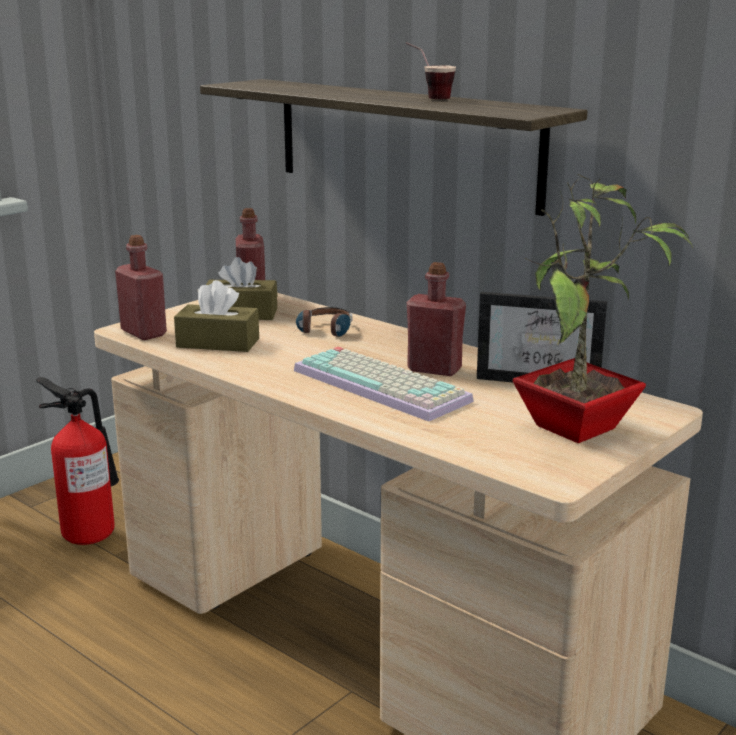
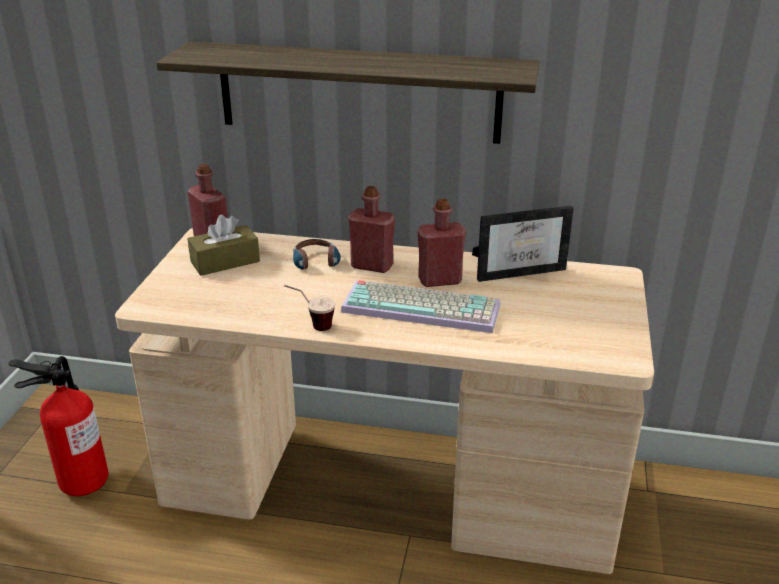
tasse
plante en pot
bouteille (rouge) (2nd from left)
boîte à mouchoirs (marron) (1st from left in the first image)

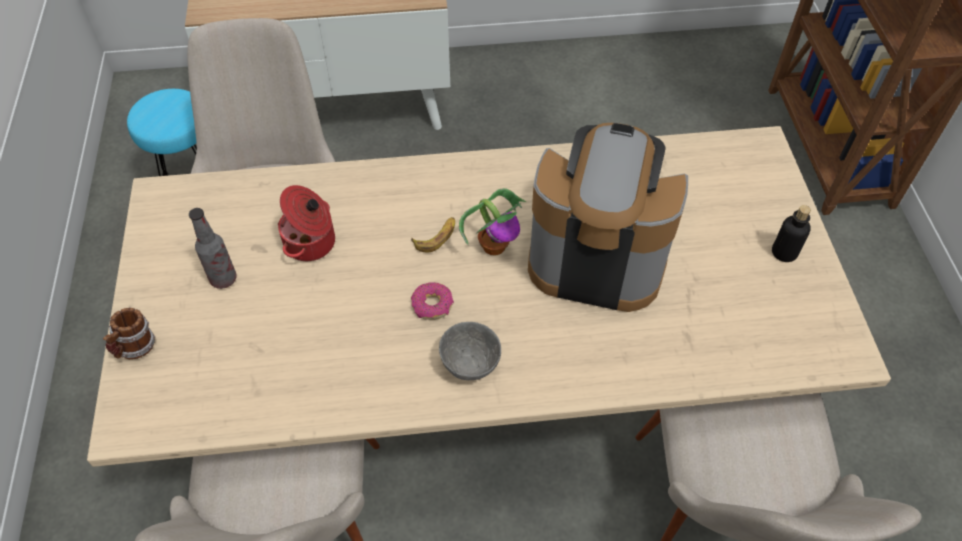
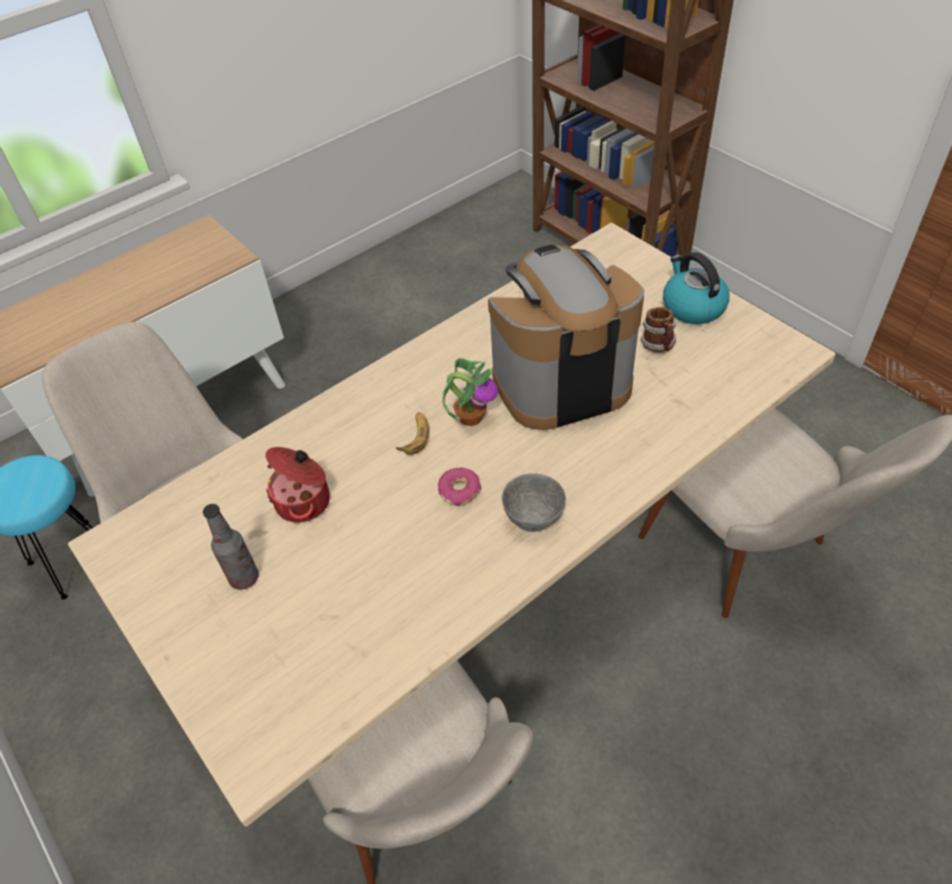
bouilloire
mug

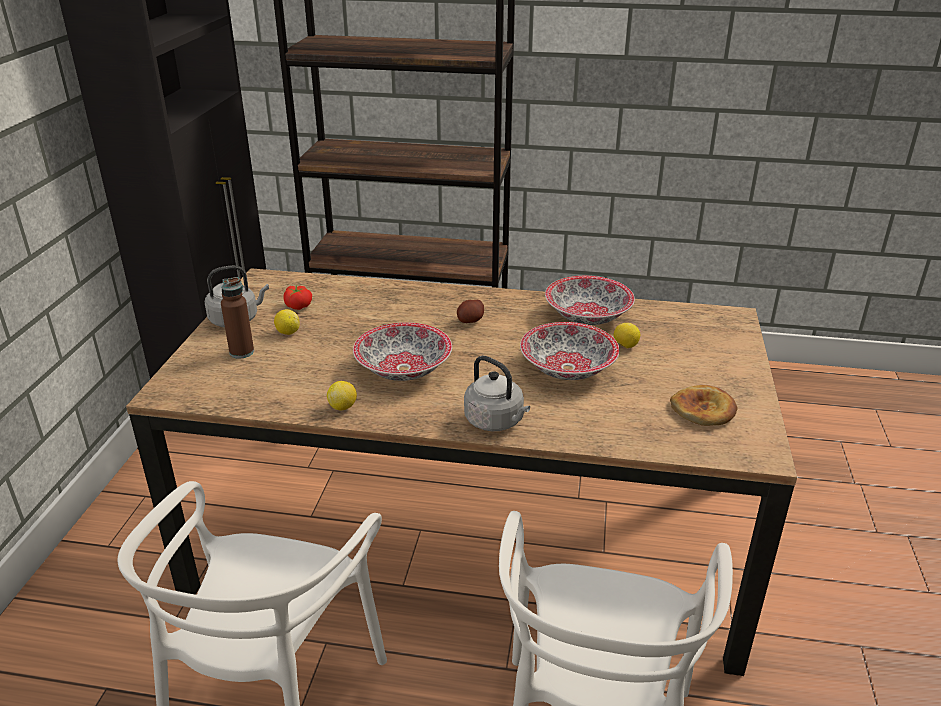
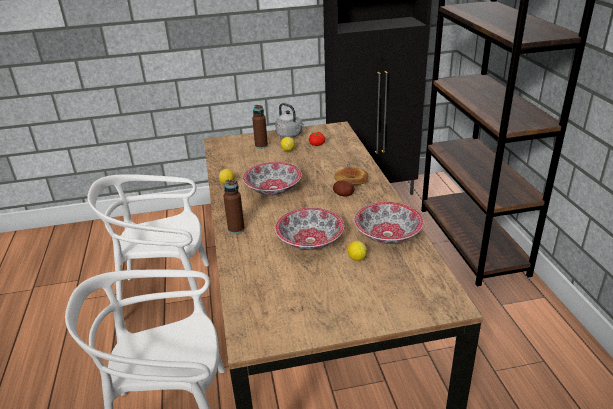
bouteille (marron) (1st from left)
pain

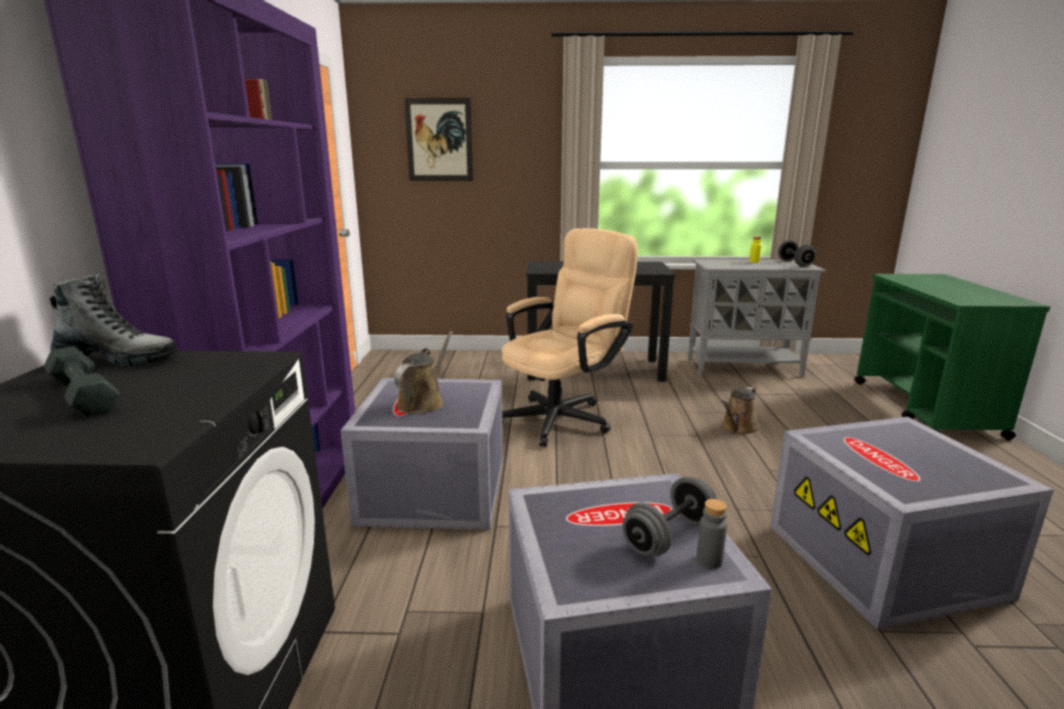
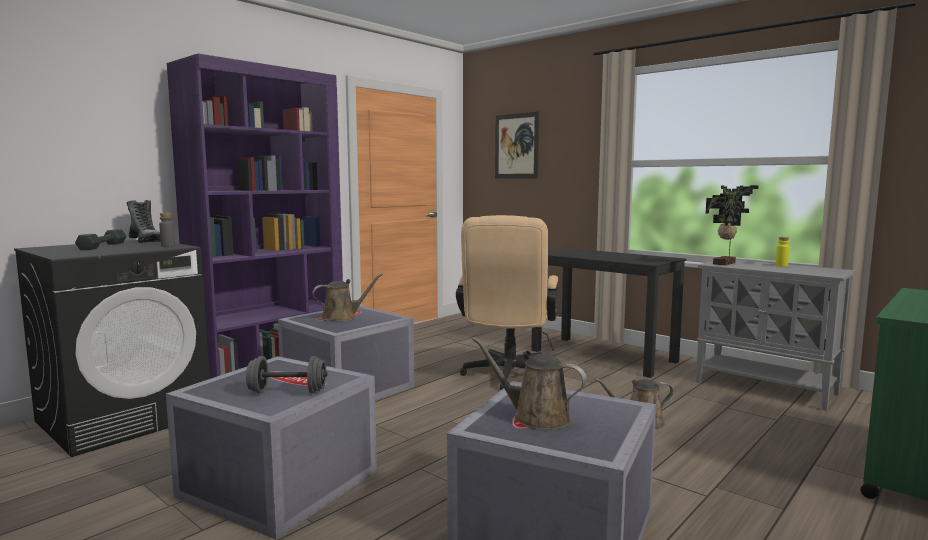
chaise de bureau (beige)
haltère (gris) (3rd from left in the first image)
bouteille (gris)
plante en pot
arrosoir (marron) (2nd from left)

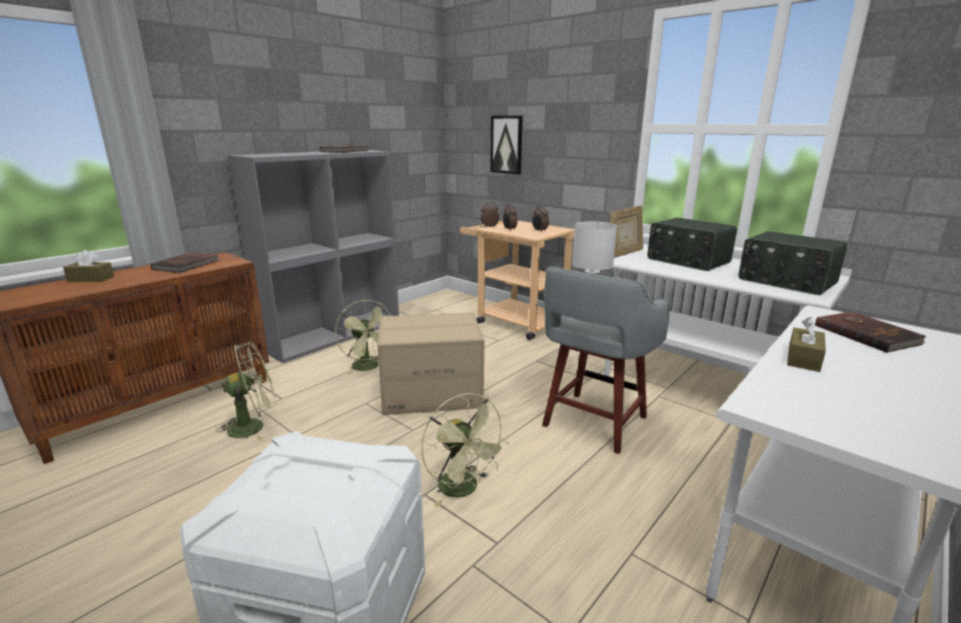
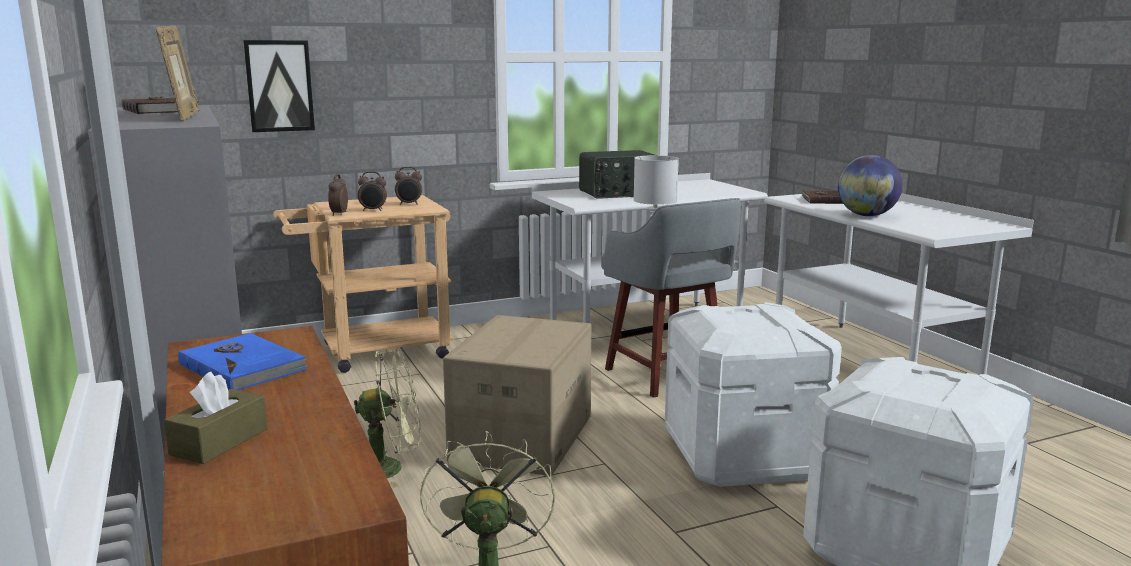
cadre photo
radio (2nd from left in the first image)
livre (bleu)
globe
boîte de rangement (blanc) (1st from left)

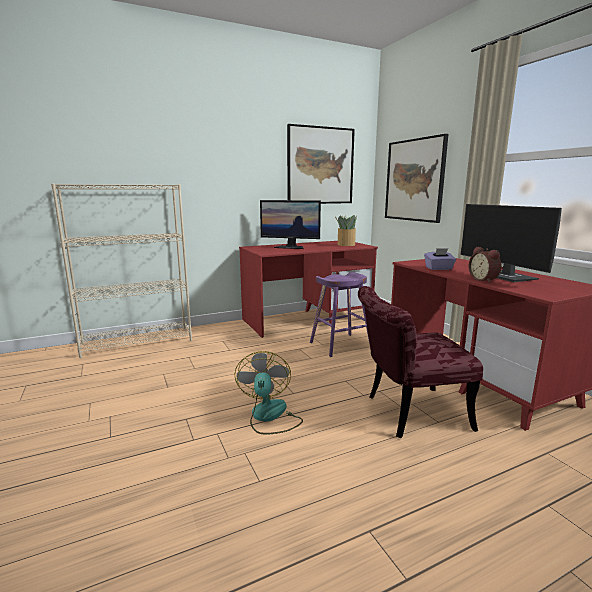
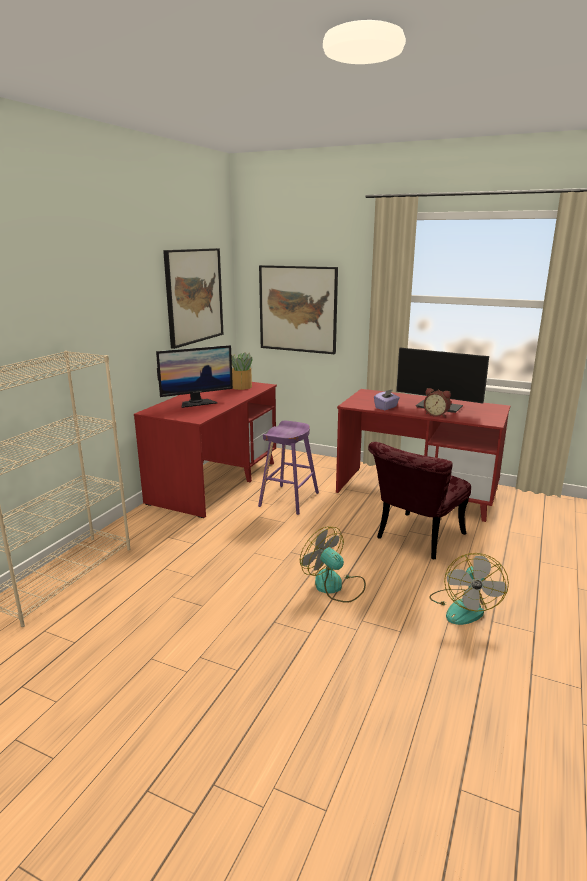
ventilateur (2nd from left)

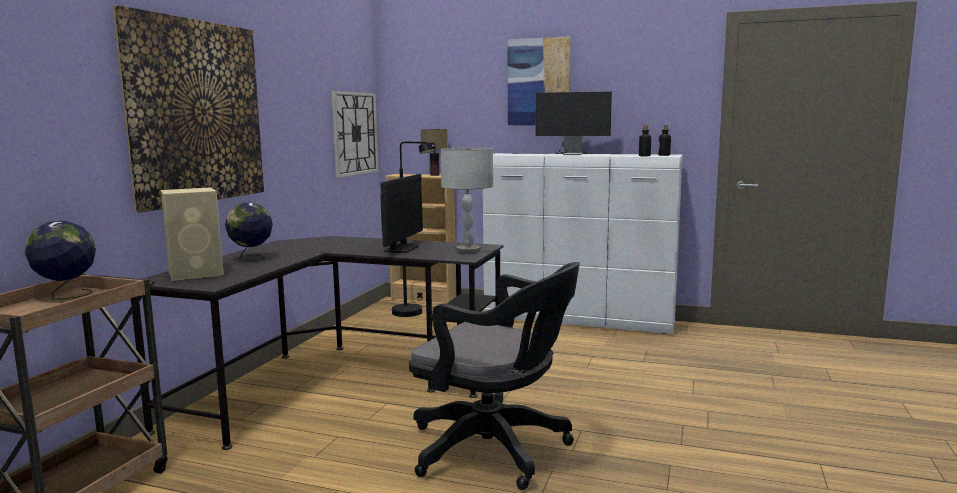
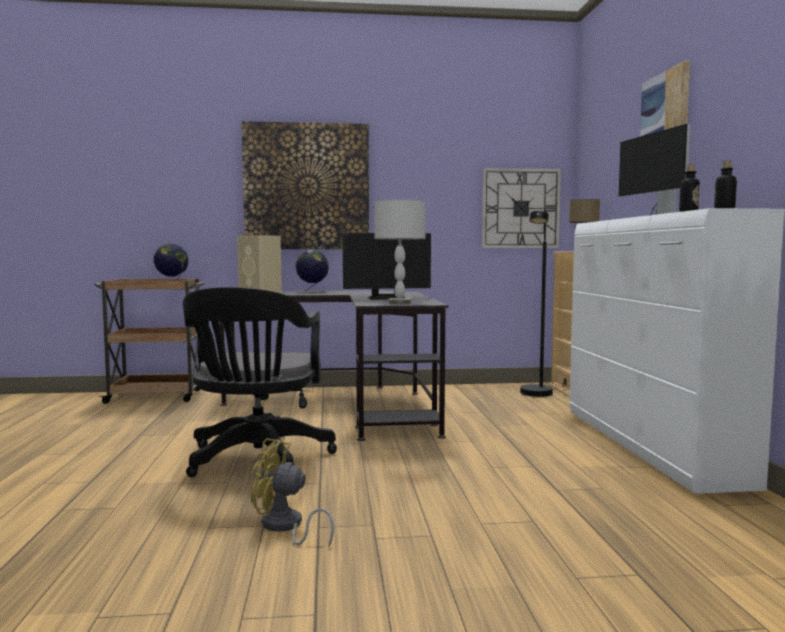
ventilateur (jaune)

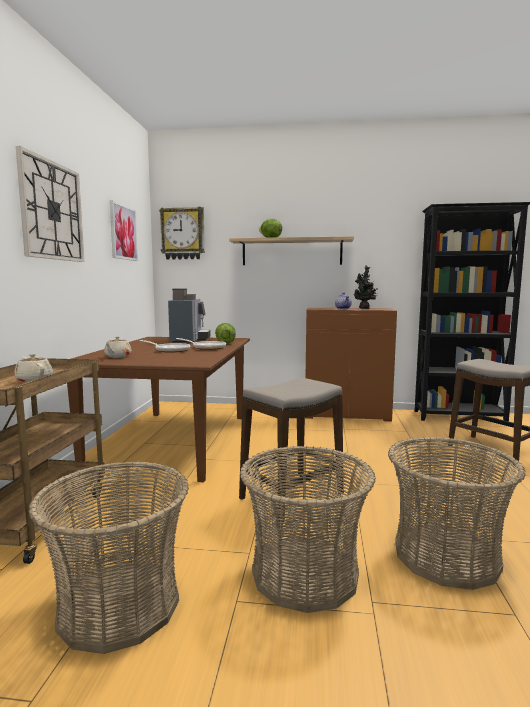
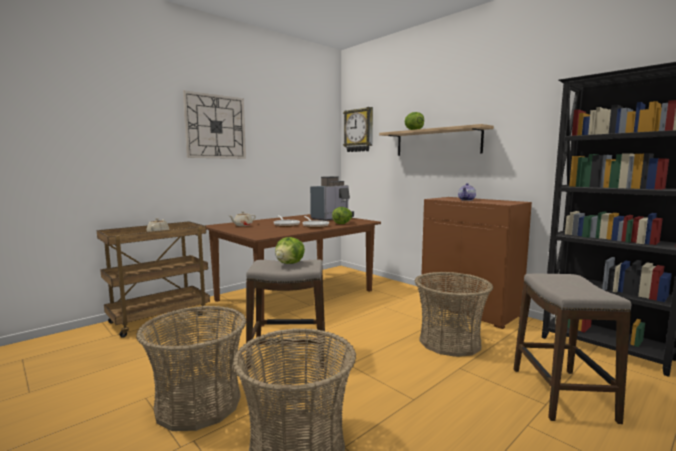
tableau
plante en pot
panier (3rd from left)
laitue (1st from left)

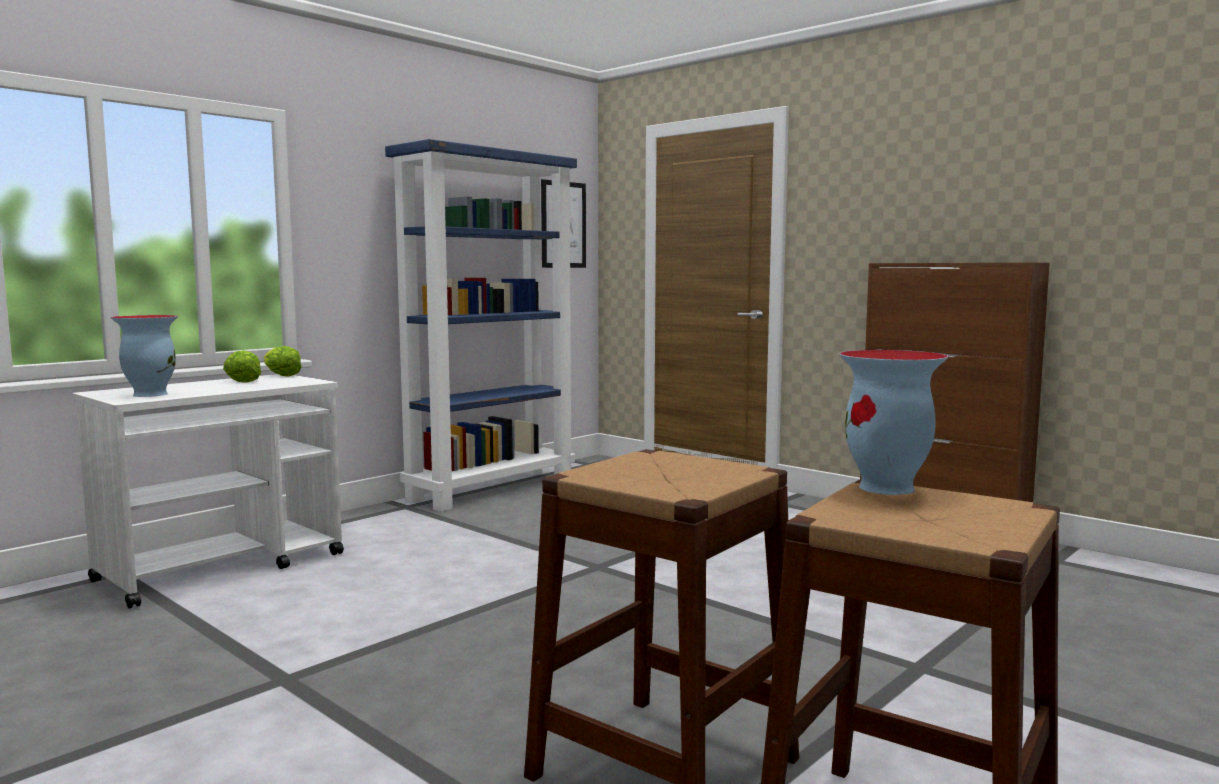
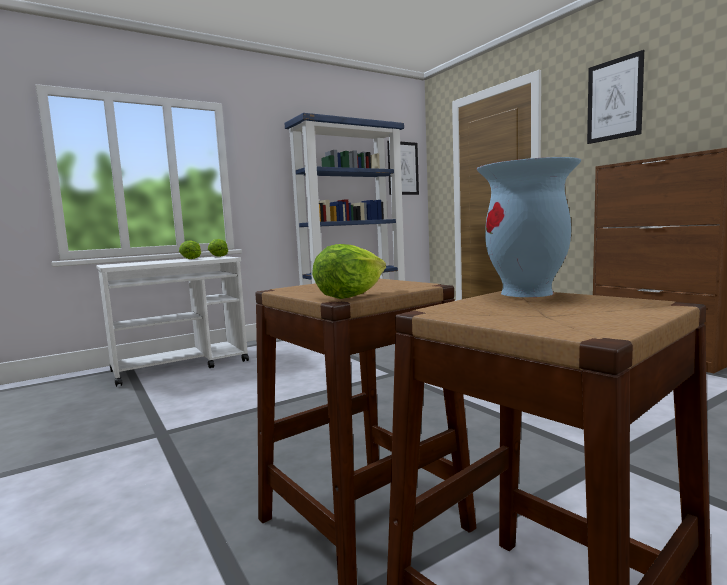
vase (1st from left in the first image)
tableau (2nd from left)
laitue (3rd from left)

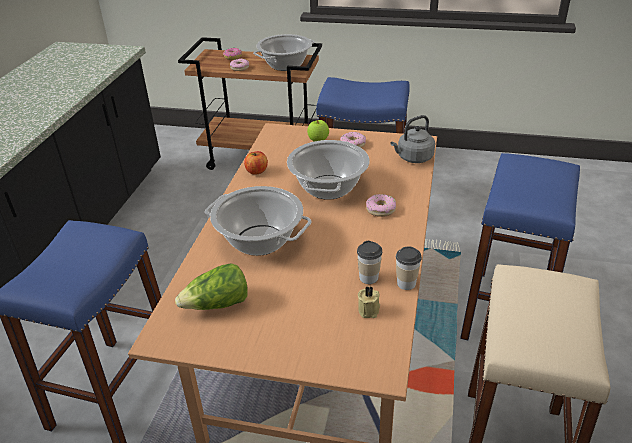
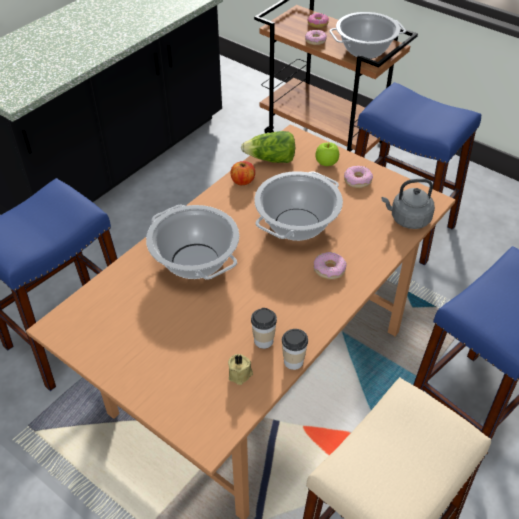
laitue

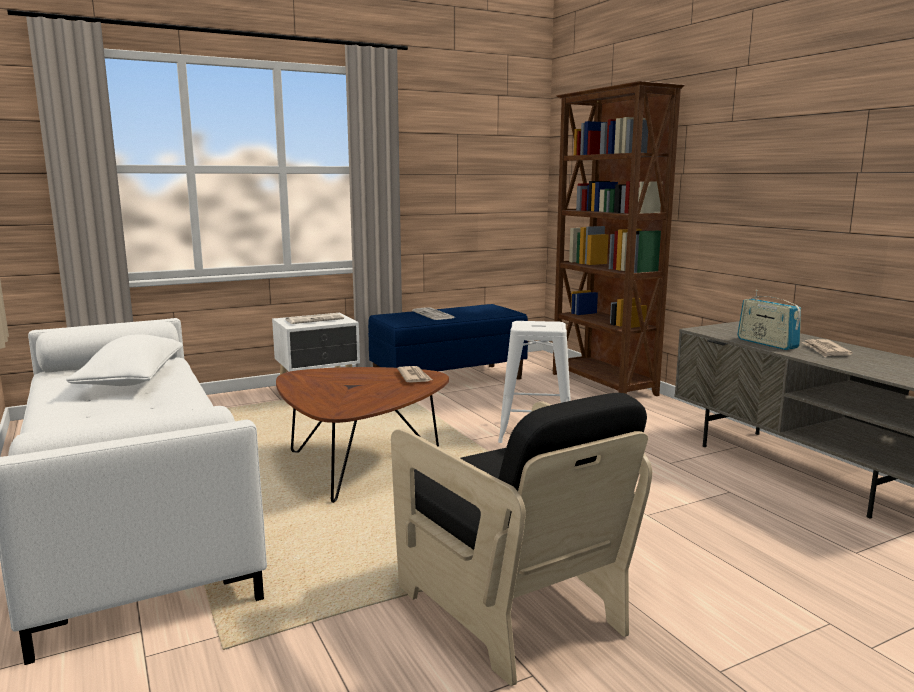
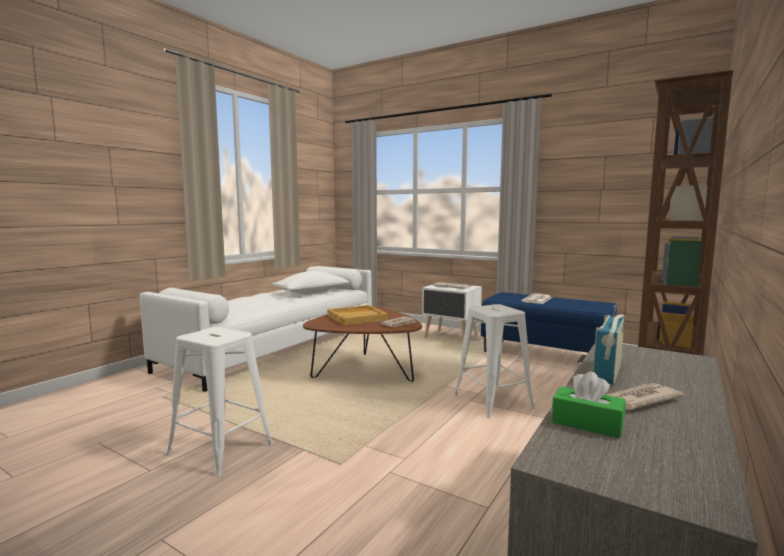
tabouret (blanc) (1st from left)
plateau (beige)
boîte à mouchoirs (vert)

